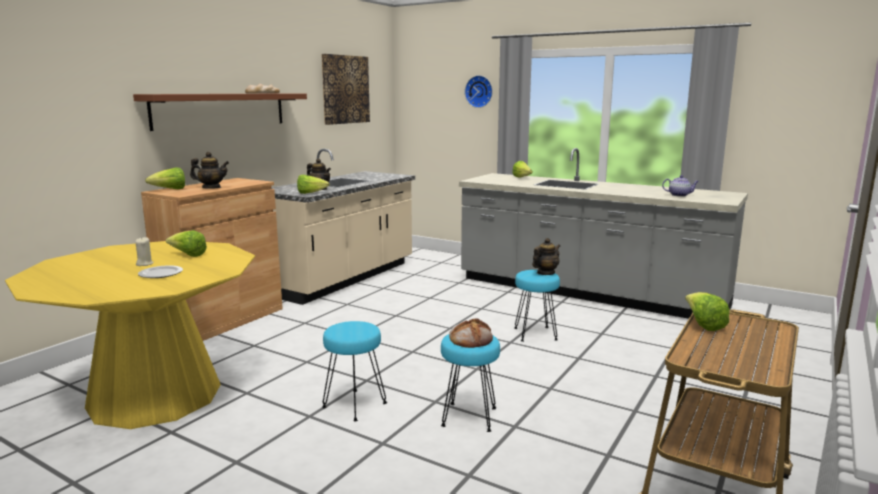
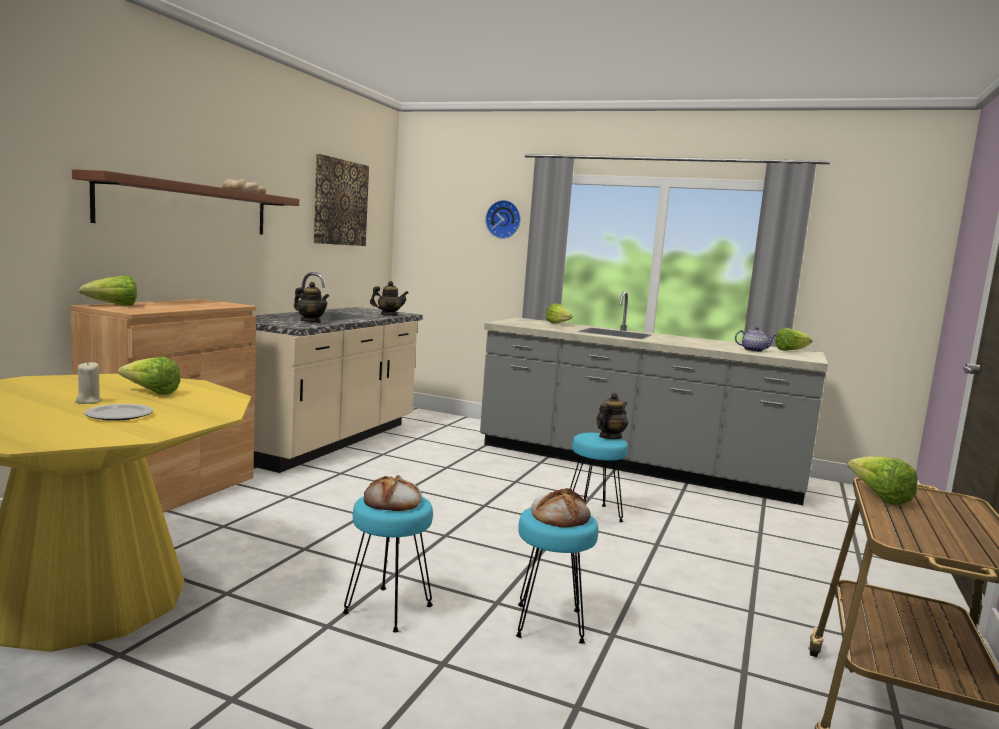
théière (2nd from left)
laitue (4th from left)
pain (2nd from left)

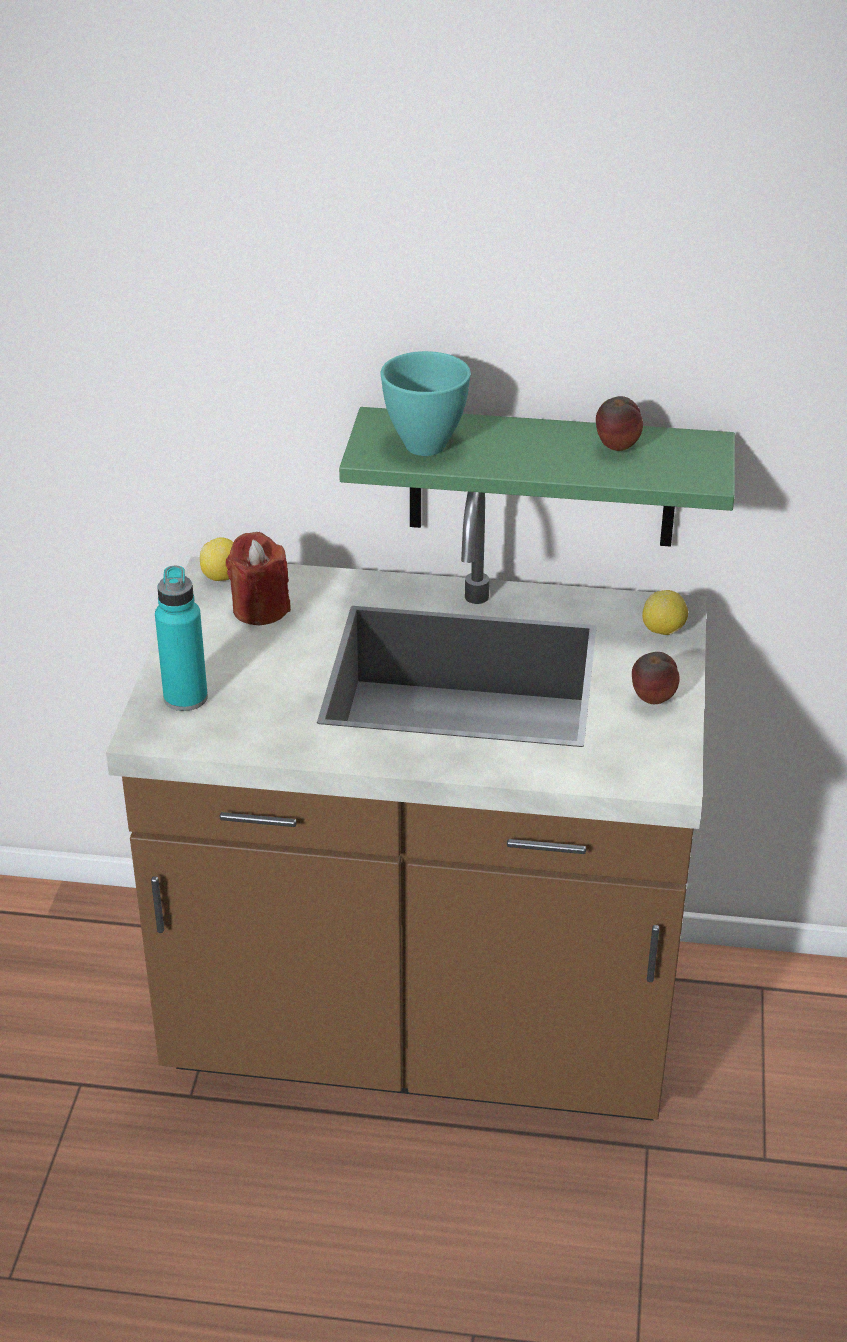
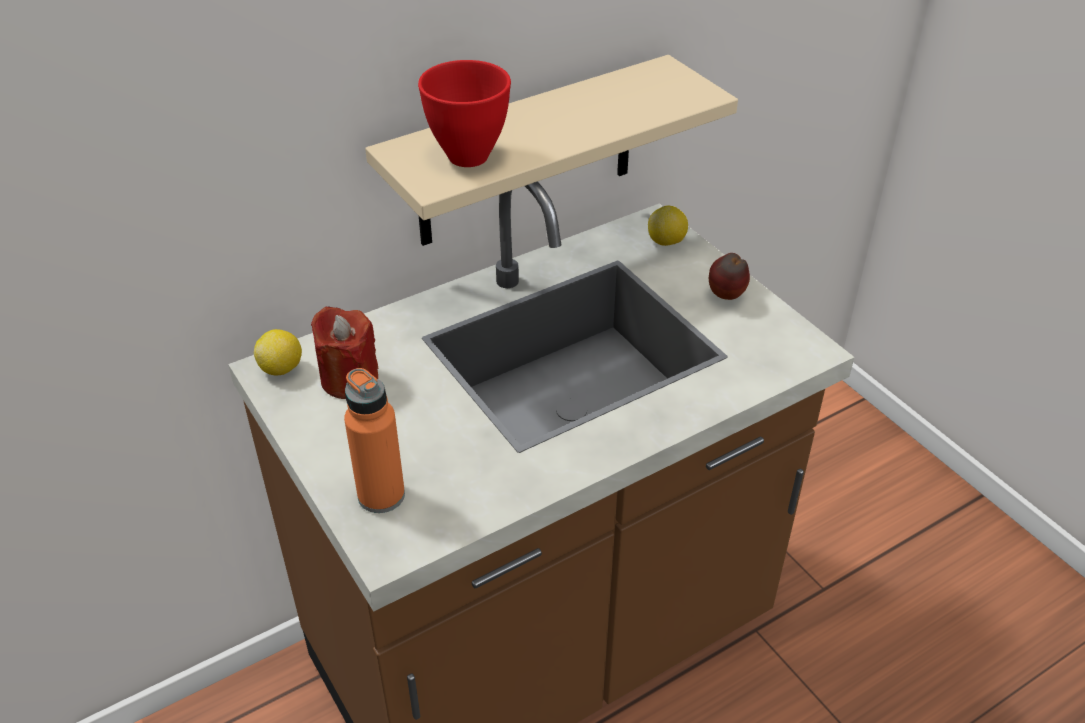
bol (rouge)
pomme (1st from left in the first image)
étagère (beige)
bouteille (orange)

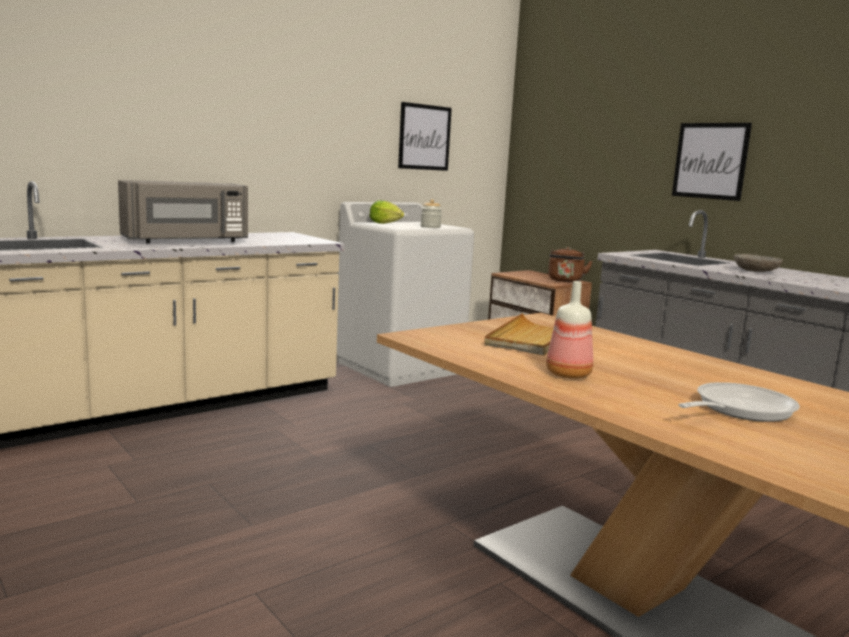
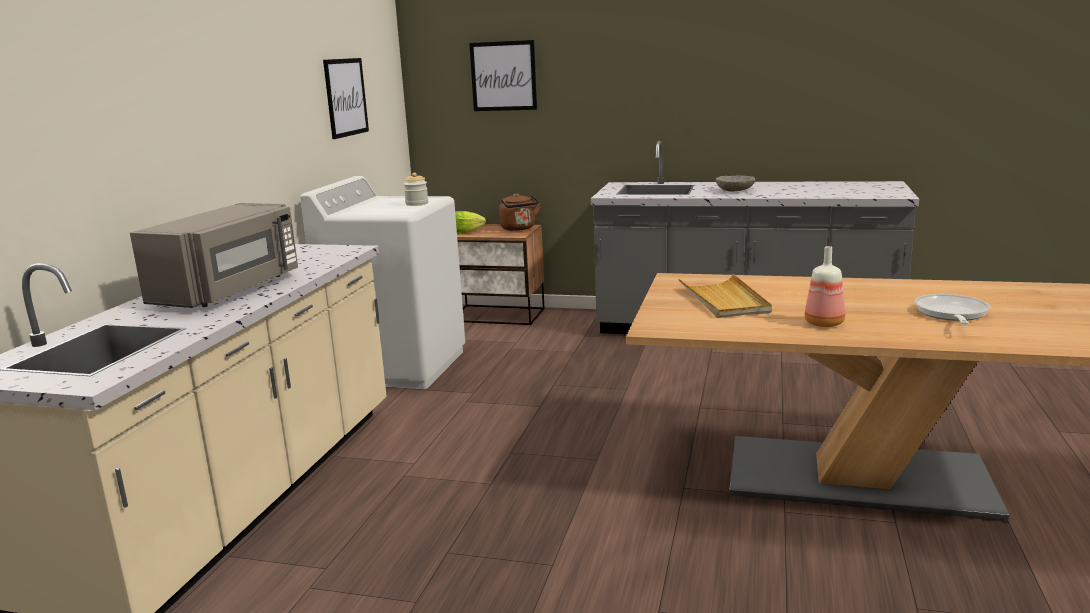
tableau (2nd from left)
laitue

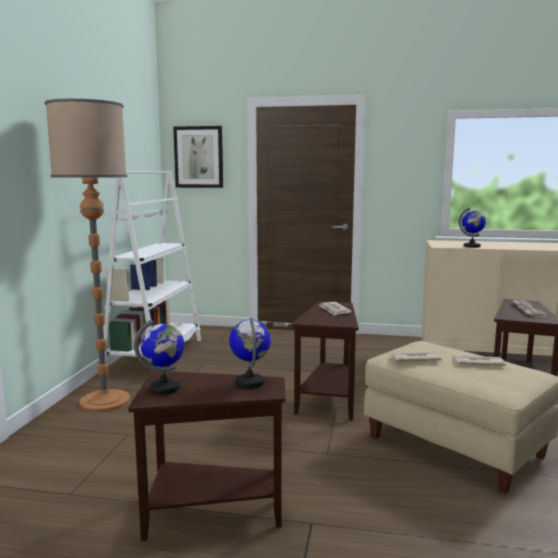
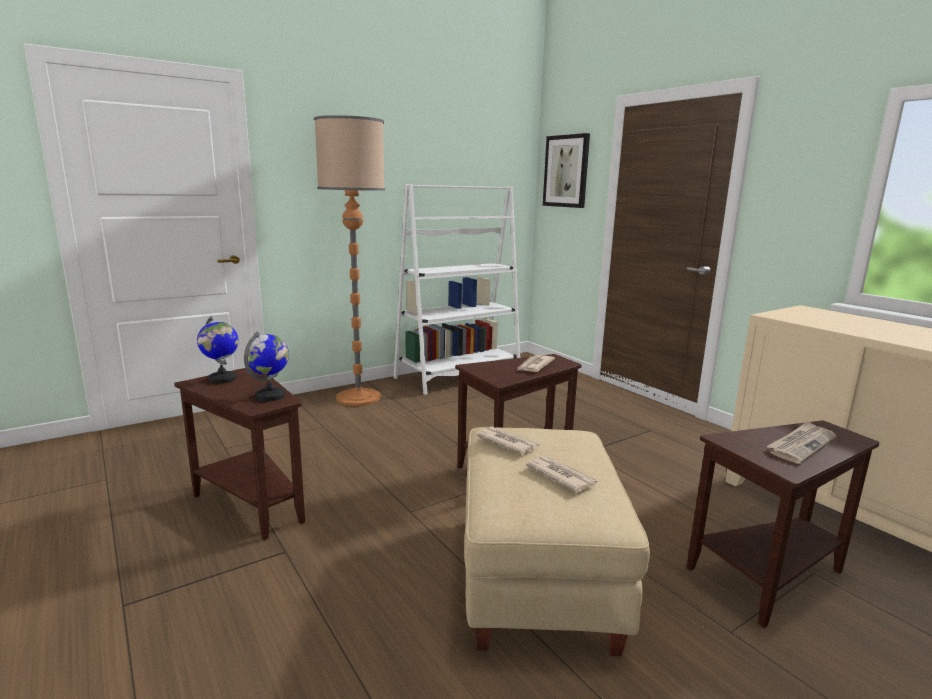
globe (3rd from left in the first image)

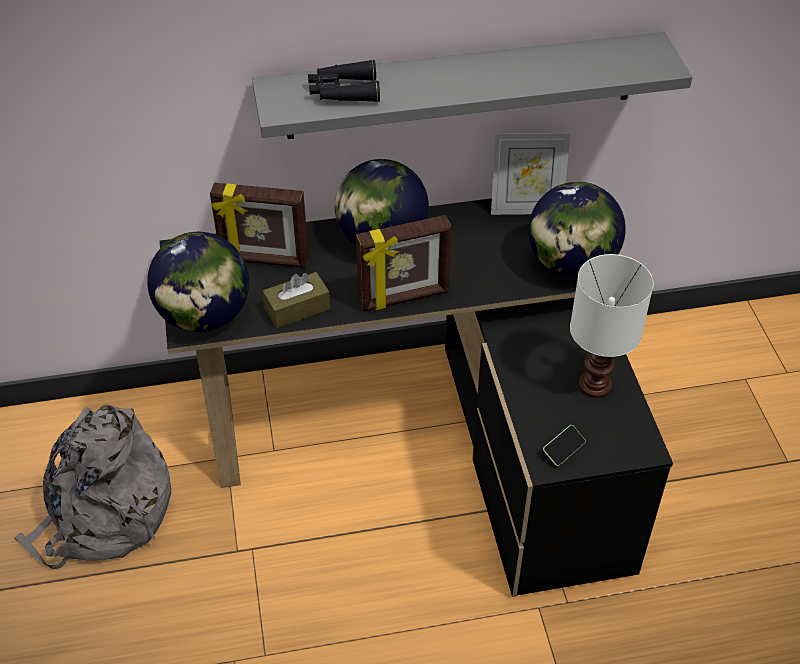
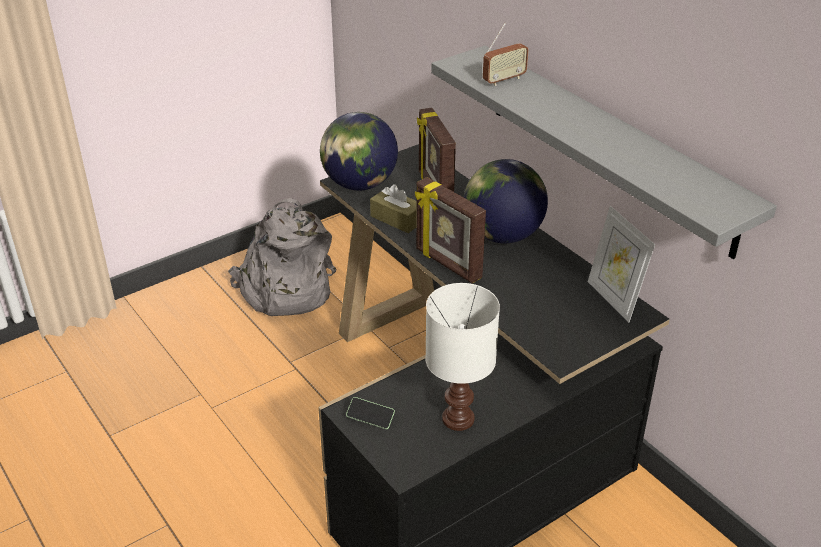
radio
globe (3rd from left in the first image)

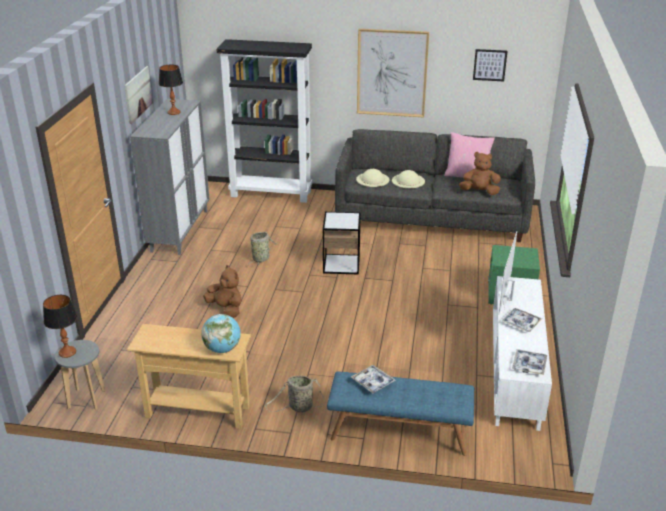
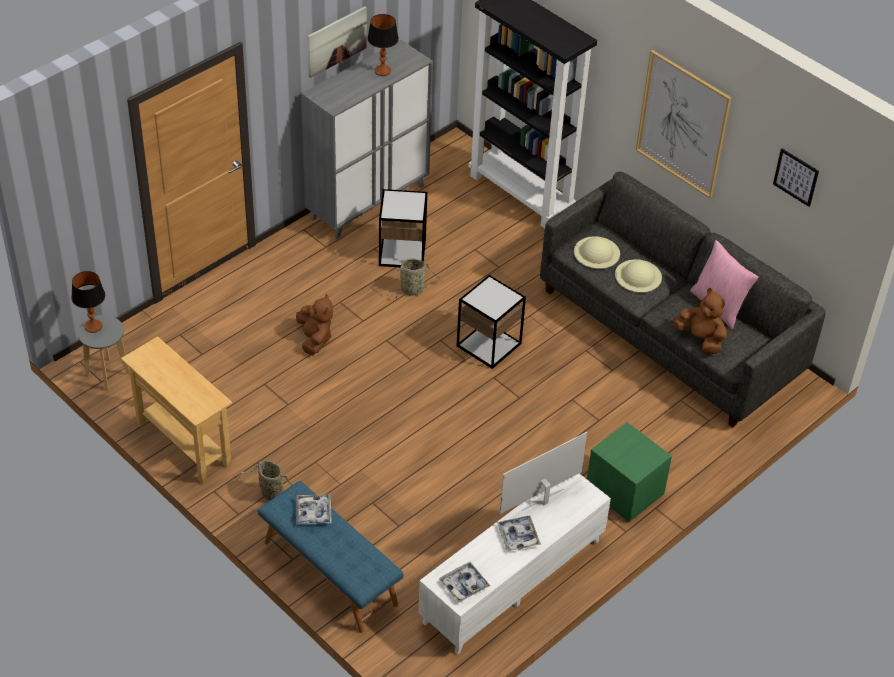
globe
table d'appoint (1st from left)

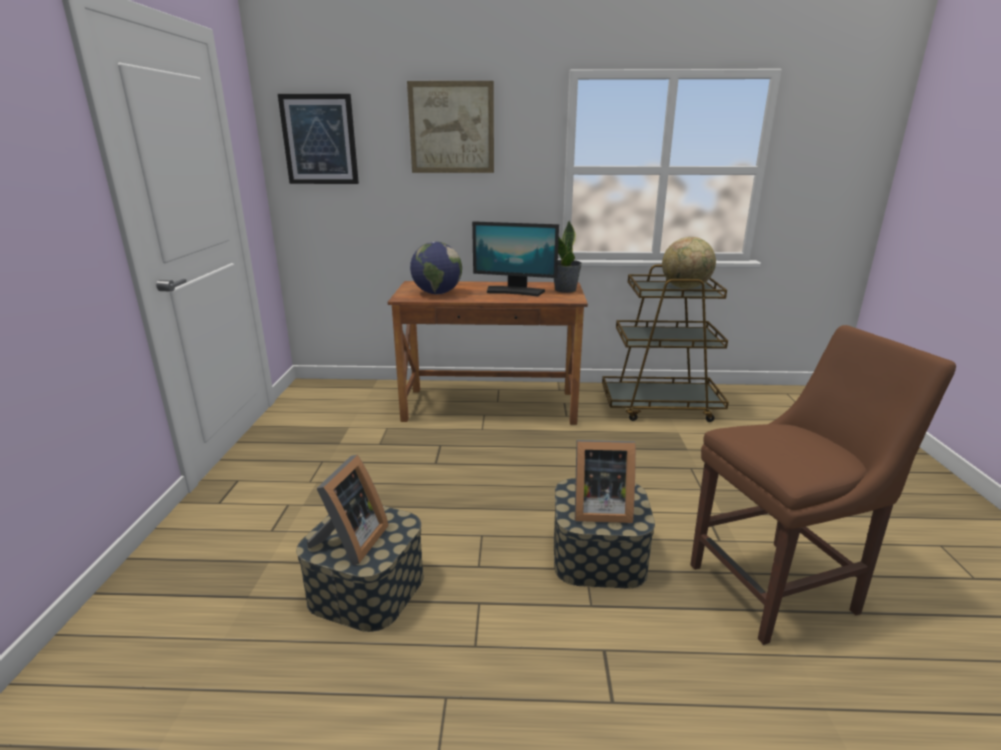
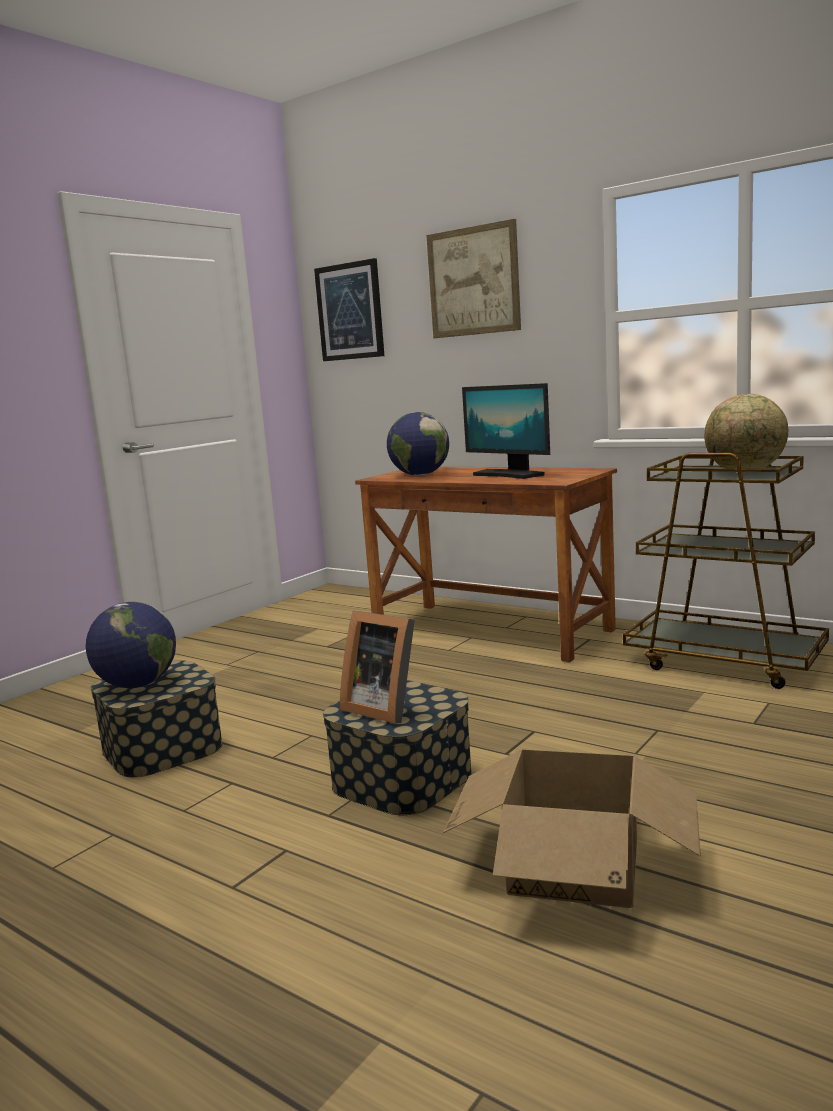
plante en pot
carton
globe (1st from left)

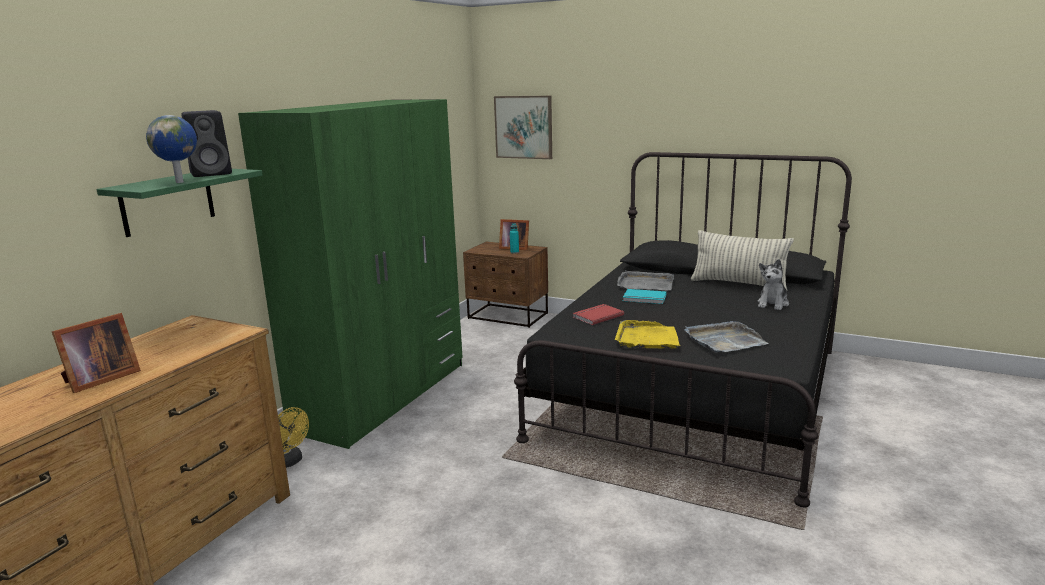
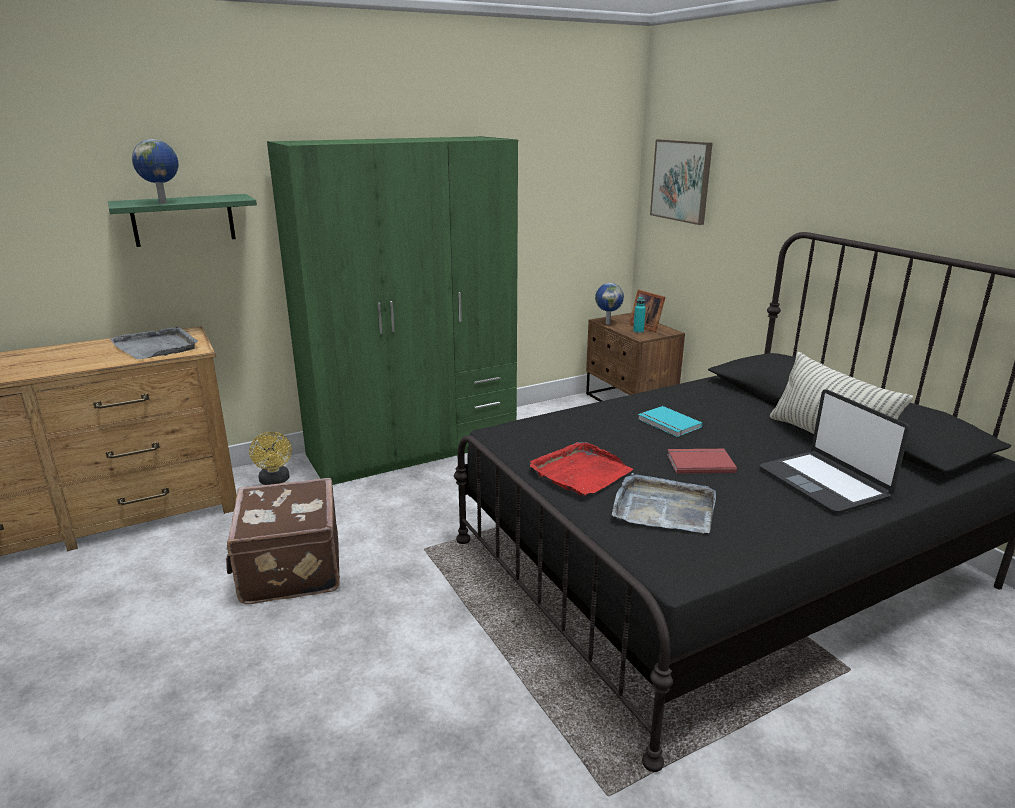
enceinte (noir)
ordinateur portable
plateau (gris) (1st from left)
livre (rouge)
cadre photo (1st from left in the first image)
plateau (rouge)
globe (2nd from left)
valise (marron)

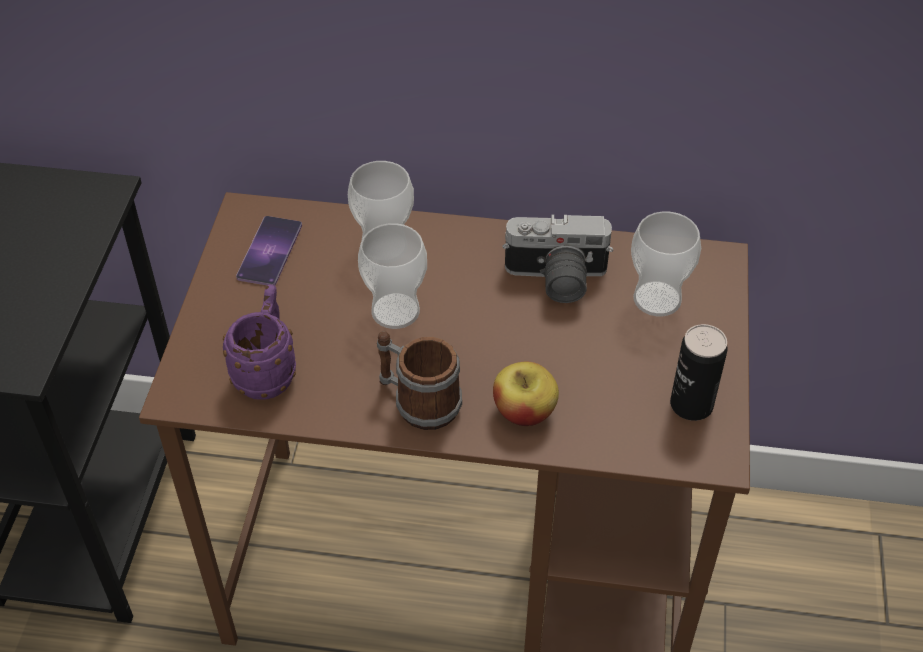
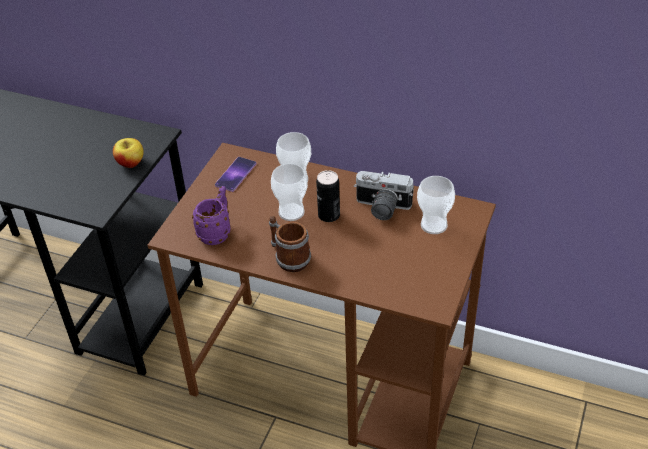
boîte métallique
pomme

